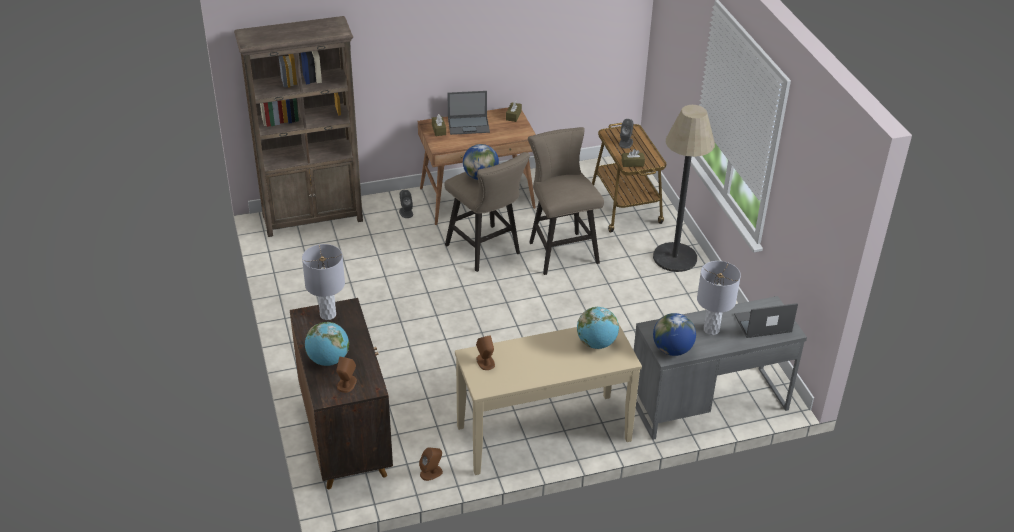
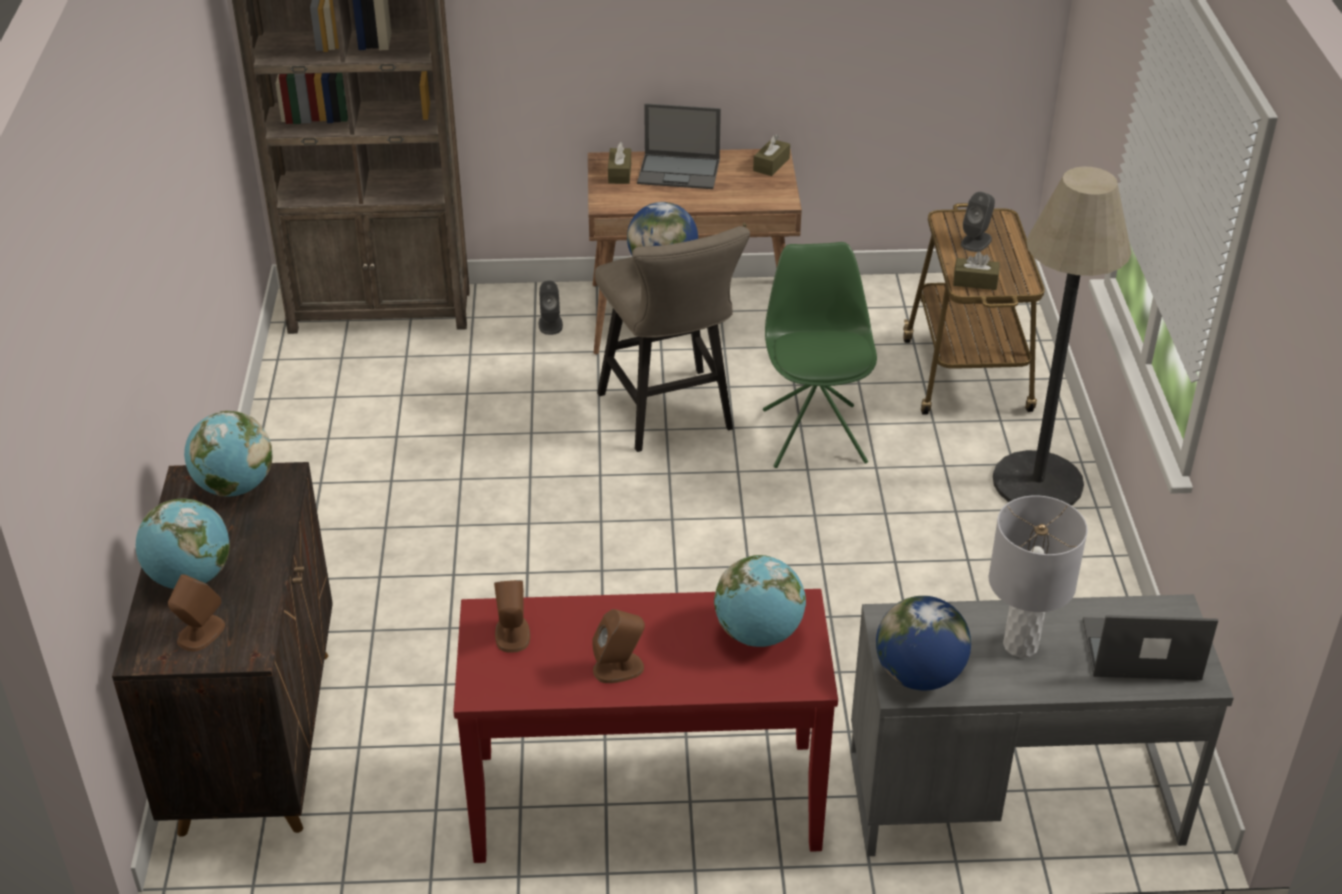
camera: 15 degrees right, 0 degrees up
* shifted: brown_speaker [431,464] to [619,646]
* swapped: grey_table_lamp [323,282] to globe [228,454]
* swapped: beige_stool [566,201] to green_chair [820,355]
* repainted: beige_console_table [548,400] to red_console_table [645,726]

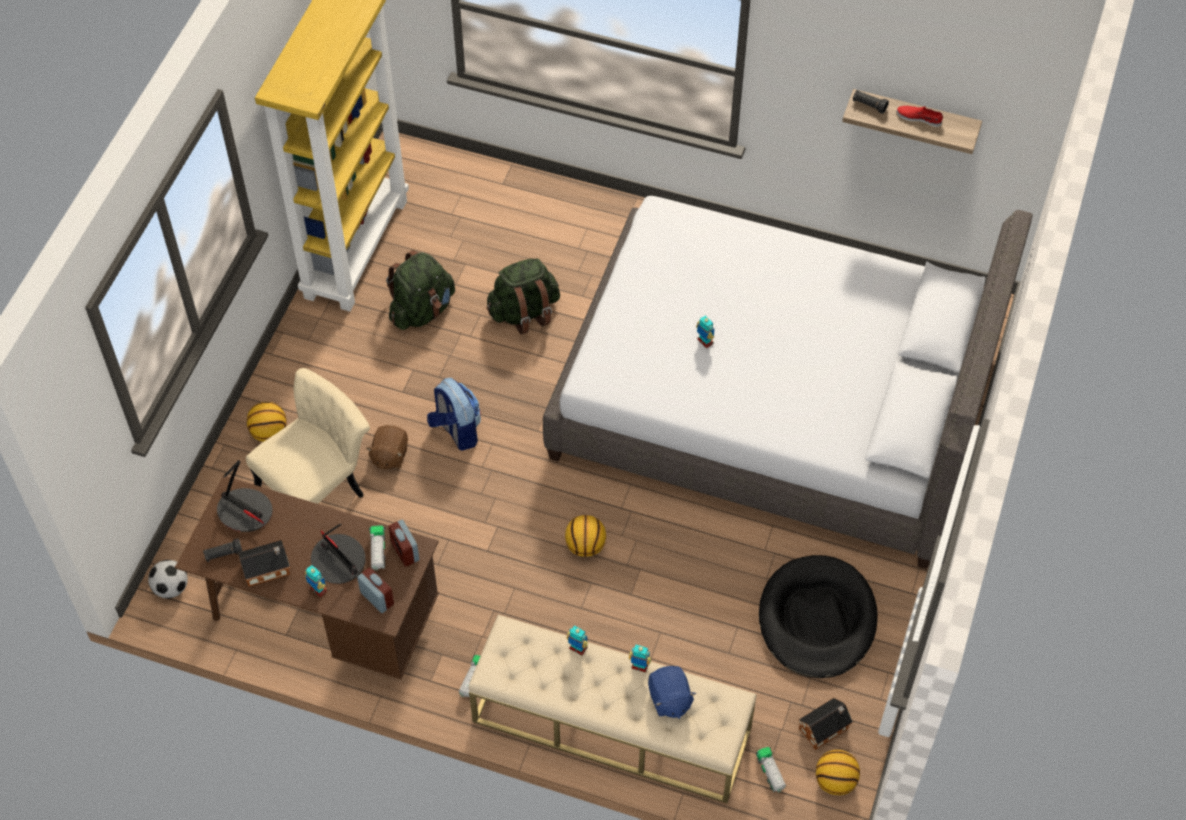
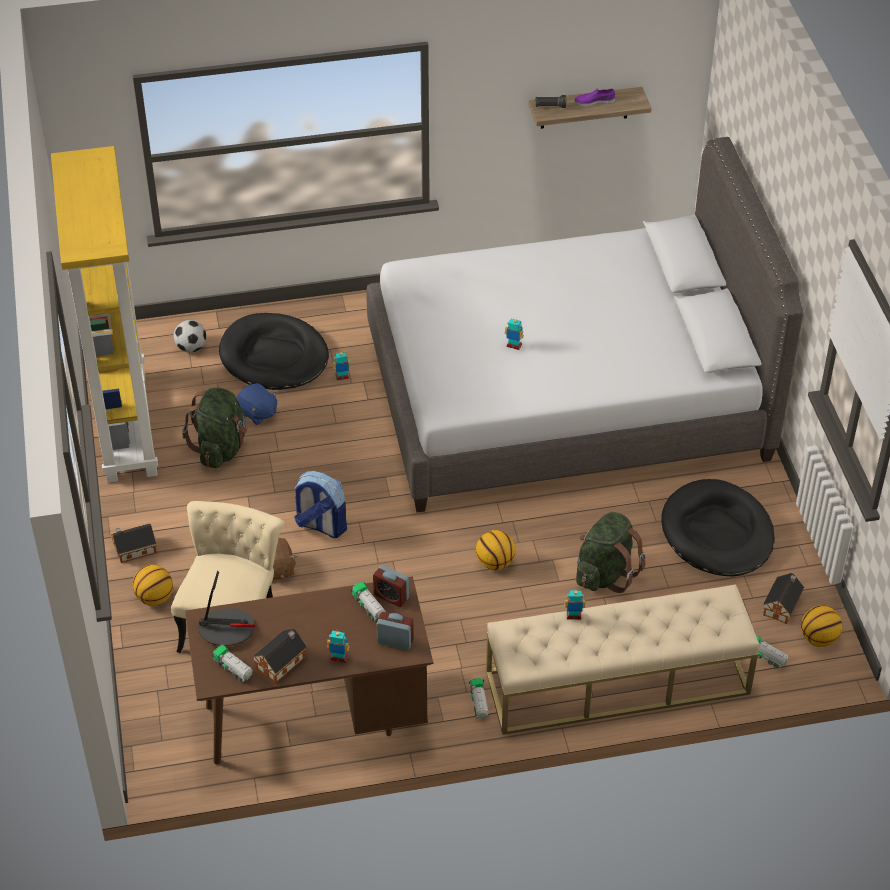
camera: 30 degrees left, 10 degrees down
* gone: table_lamp [338,554]
* new: toy_house [134,543]
* new: black_dog_bed [274,351]
* shifted: football [168,579] to [189,336]
* shifted: green_backpack [523,296] to [611,552]
* shifted: toy_robot [640,659] to [342,365]
* shifted: blue_plush_toy [672,692] to [257,404]
* swapped: black_flashlight [222,550] to toy_truck [233,663]
* repainted: red_shoe [919,116] to purple_shoe [594,97]

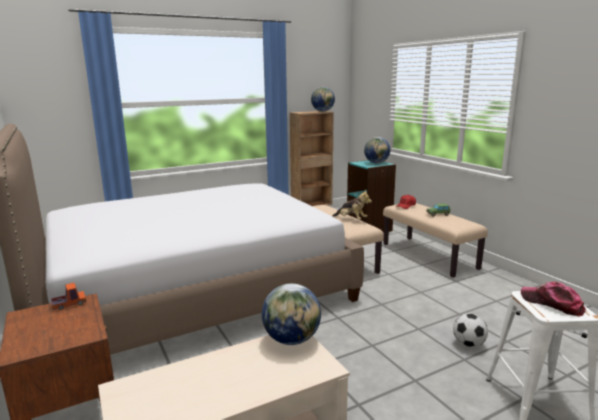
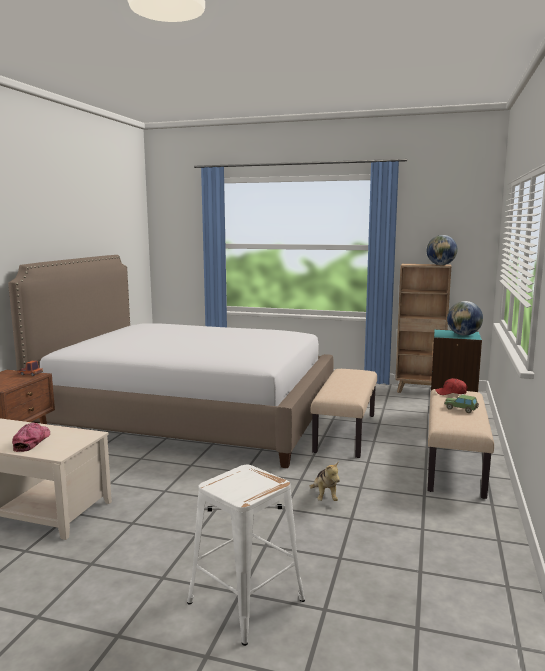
camera: 45 degrees right, 5 degrees down
* gone: globe [291,314]
* gone: football [470,330]
* shifted: plush_toy [352,204] to [324,481]
* shifted: cap [553,299] to [31,437]

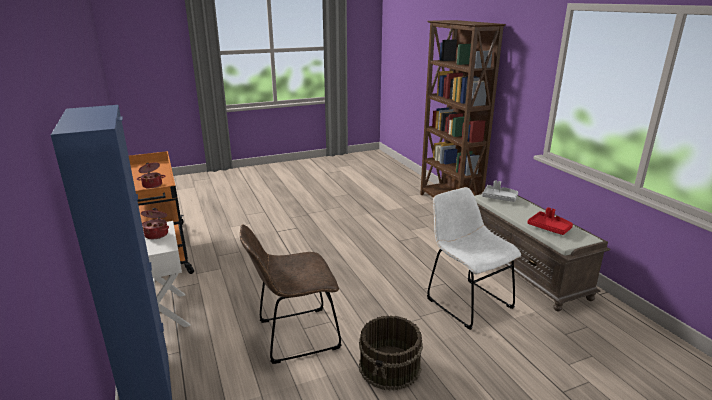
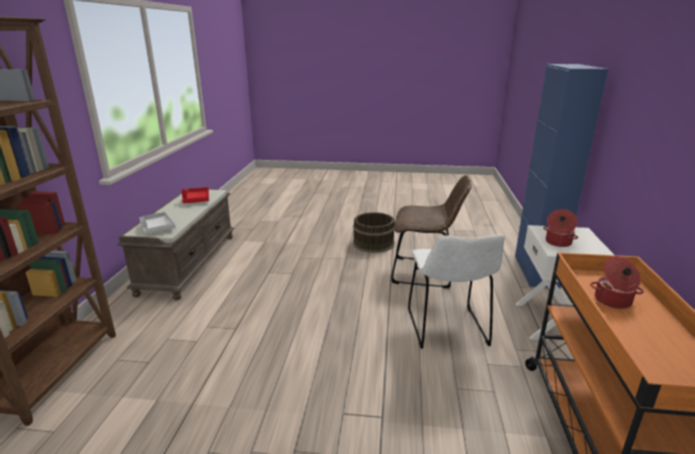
camera: 150 degrees left, 0 degrees up
* shifted: white_chair [474,258] to [456,291]

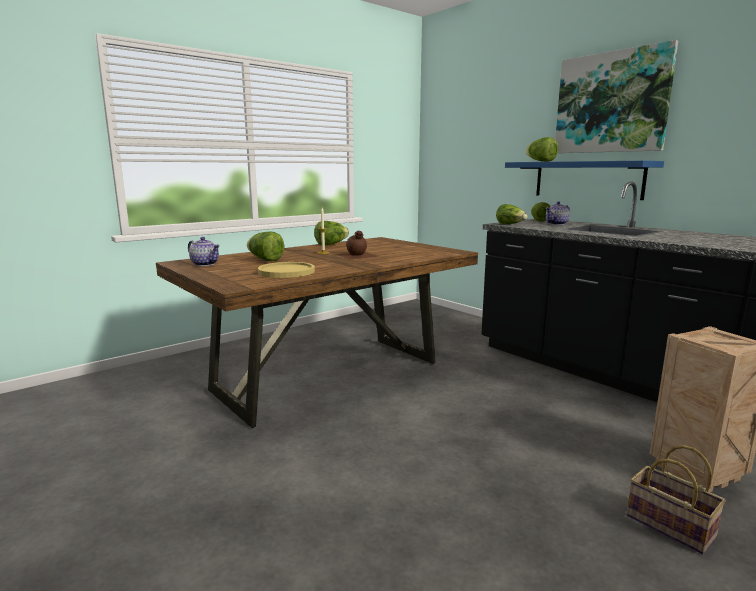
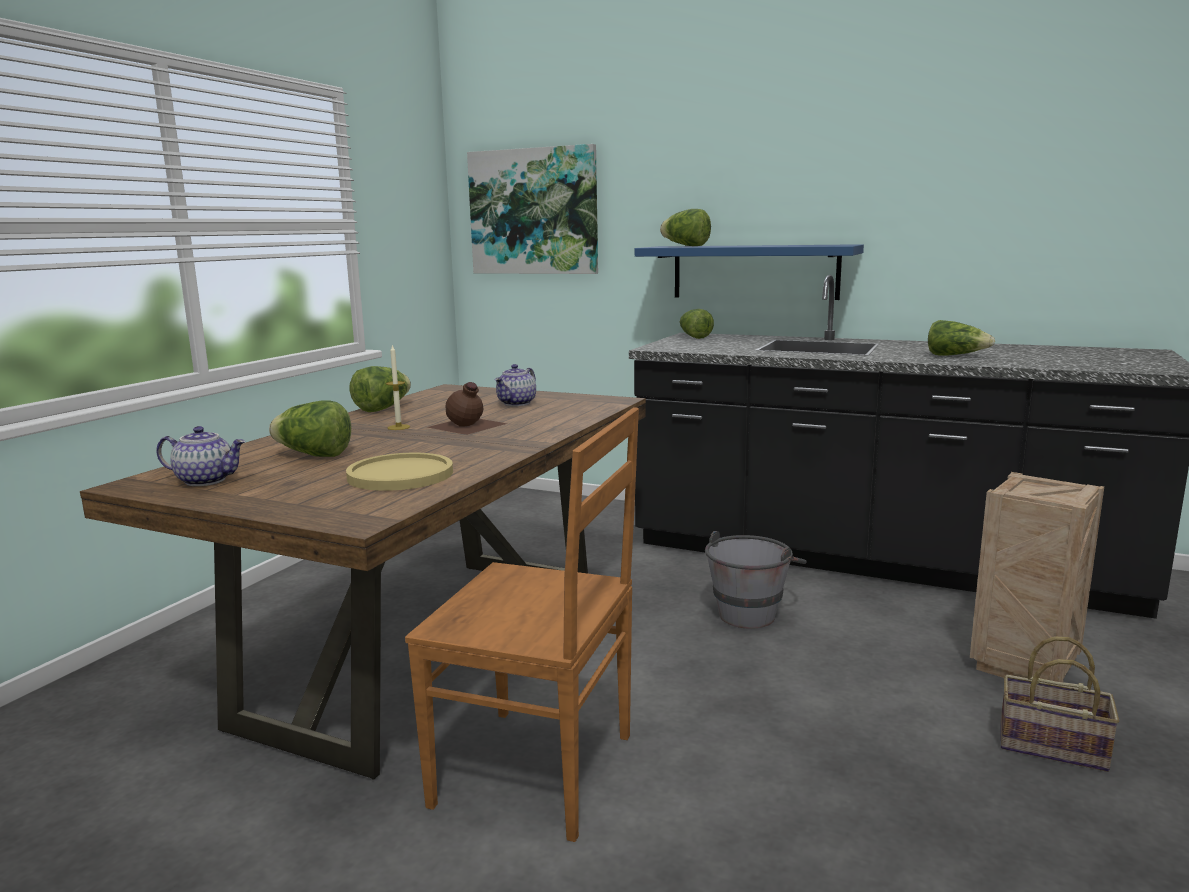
camera: 25 degrees left, 0 degrees up
* new: brown_chair [522,624]
* new: grey_bucket [756,580]
* shifted: lettuce [512,214] to [961,338]
* shifted: teapot [558,213] to [515,385]
* shifted: picture [616,96] to [532,209]

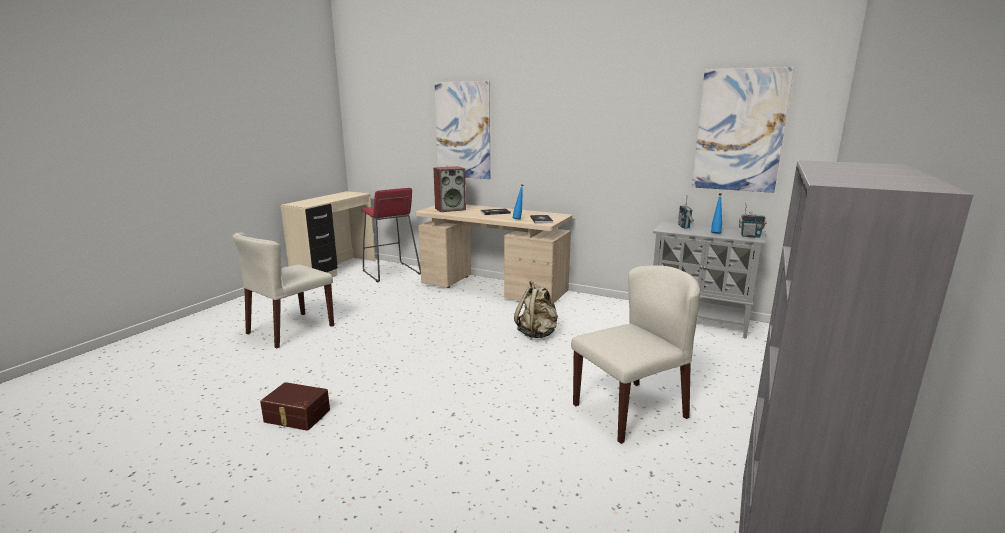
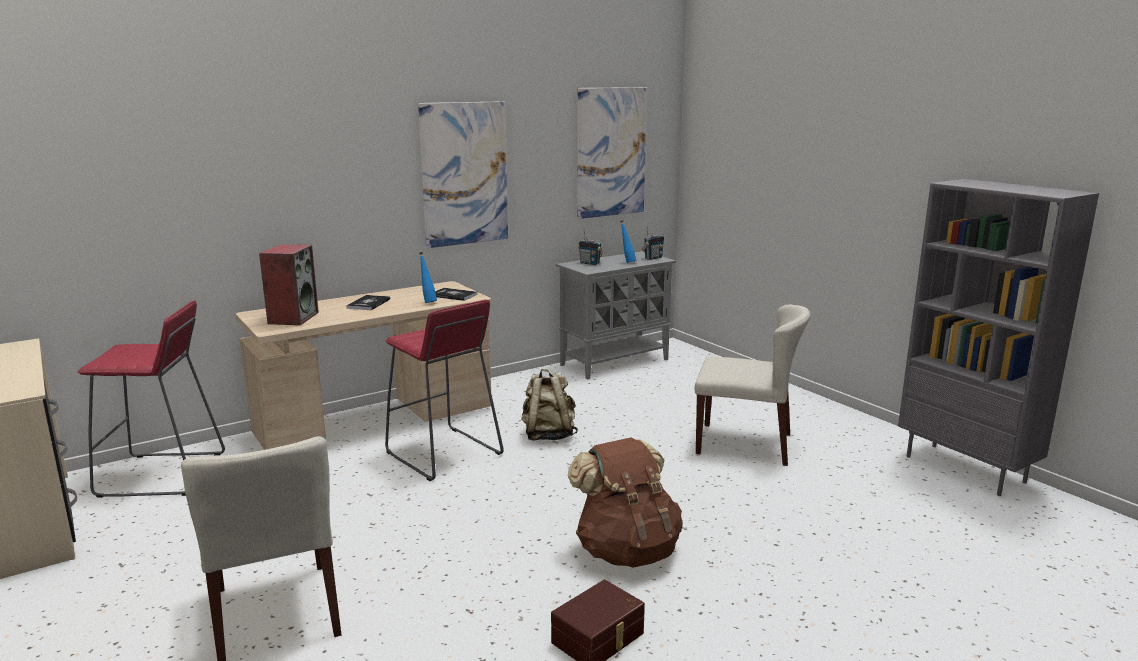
camera: 60 degrees left, 0 degrees up
* new: red_stool [444,390]
* new: brown_backpack [625,502]
* shifted: picture [462,130] to [463,174]
* rotated: beige_chair [635,354] = [752,385] 105 degrees clockwise

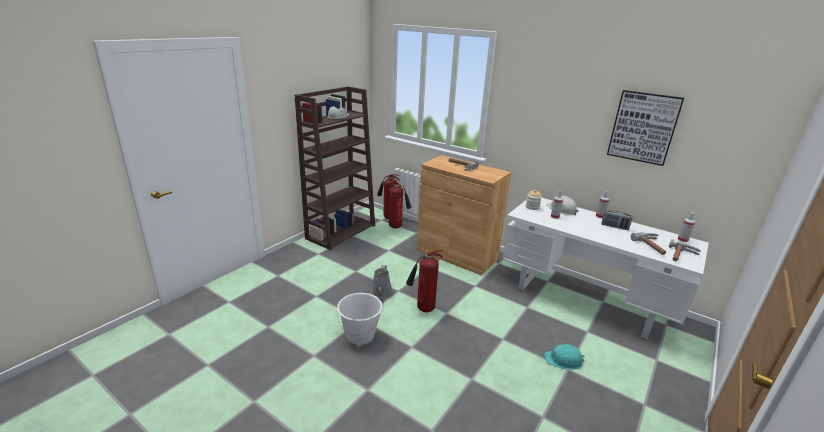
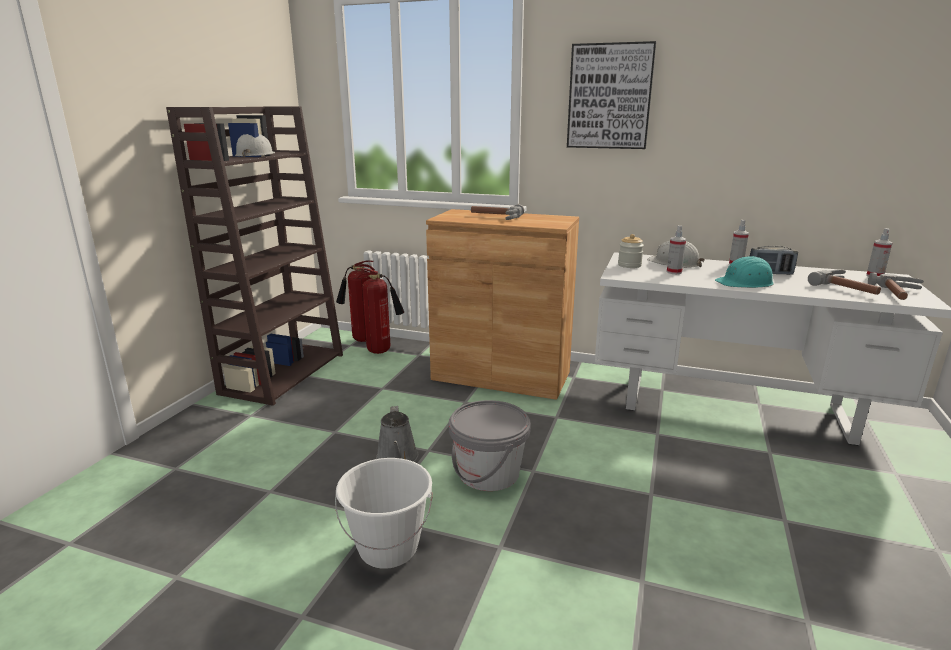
camera: 15 degrees left, 5 degrees down
* shifted: turquoise_hard_hat [564,357] to [744,272]
* shifted: picture [645,128] to [611,95]
* swapped: fire_extinguisher [424,281] to grey_bucket [490,445]

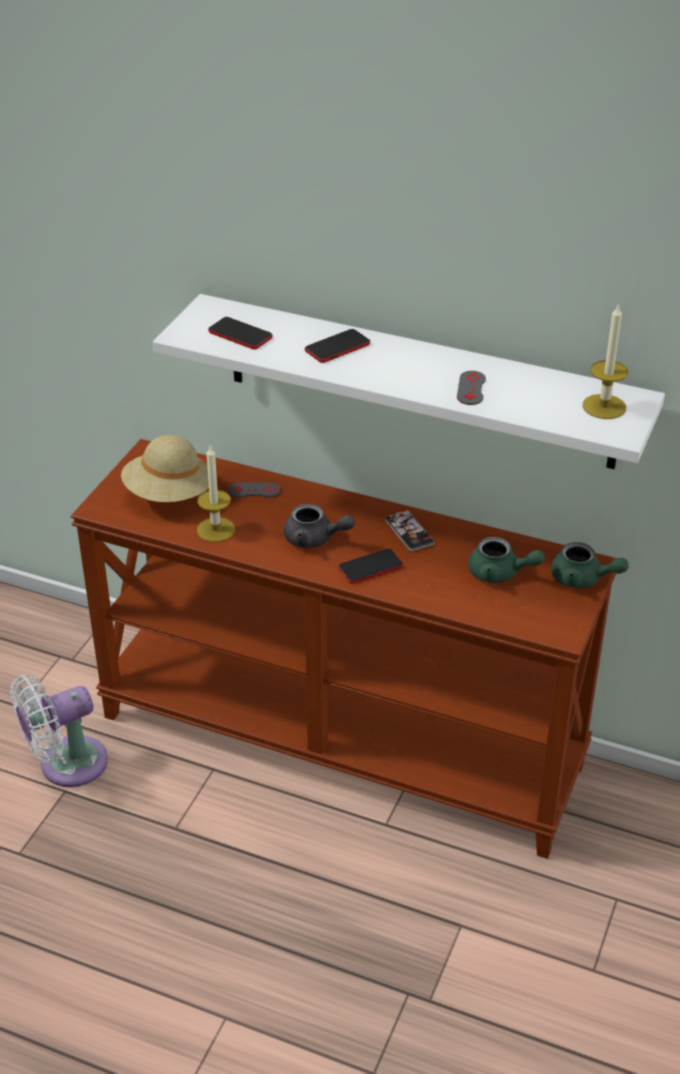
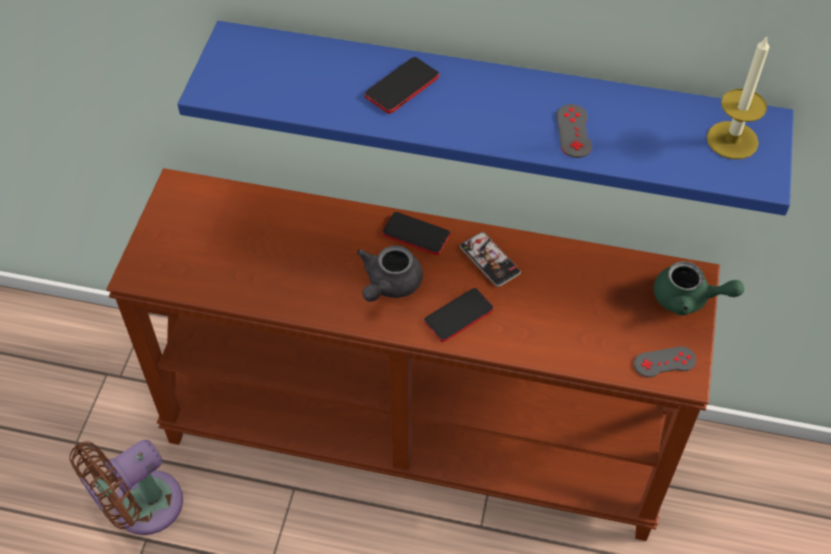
camera: 10 degrees left, 15 degrees up
* gone: beige_hat [165,468]
* gone: candle [216,493]
* gone: green_teapot [506,560]
* shifted: phone [240,333] to [416,233]
* shifted: grey_game_controller [254,490] to [665,362]
* repainted: white_fan [59,730] to brown_fan [126,487]
* repainted: white_shelf [409,381] to blue_shelf [485,118]
* rotated: grey_teapot [319,526] = [390,273] 105 degrees clockwise

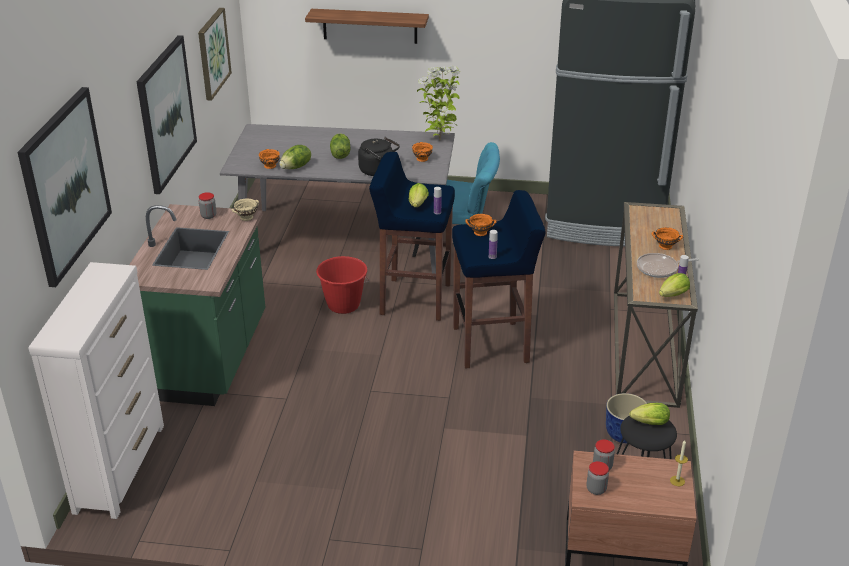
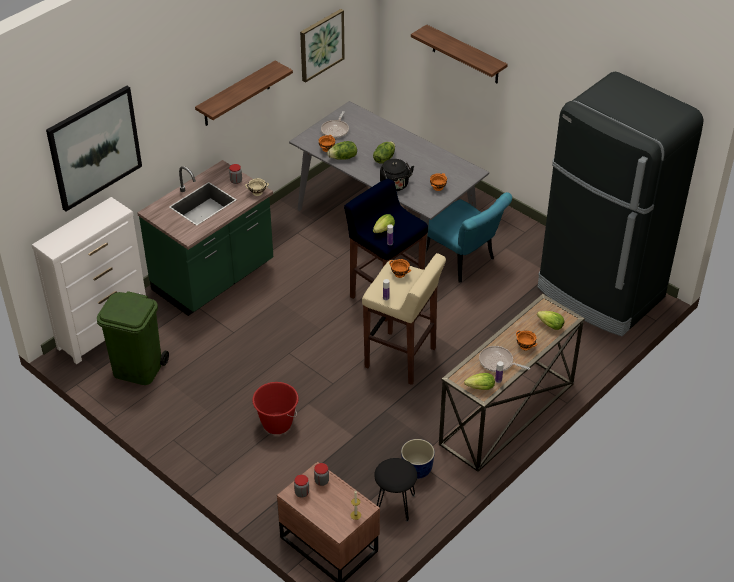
camera: 35 degrees right, 10 degrees up
* gone: potted_plant [438,103]
* new: green_trash_can [133,338]
* new: frying_pan [335,124]
* shifted: red_bucket [342,285] to [275,408]
* shifted: lettuce [649,414] to [550,320]
* swapped: picture [167,114] to shelf [244,93]
* repainted: blue_stool [499,279] to beige_stool [404,319]

